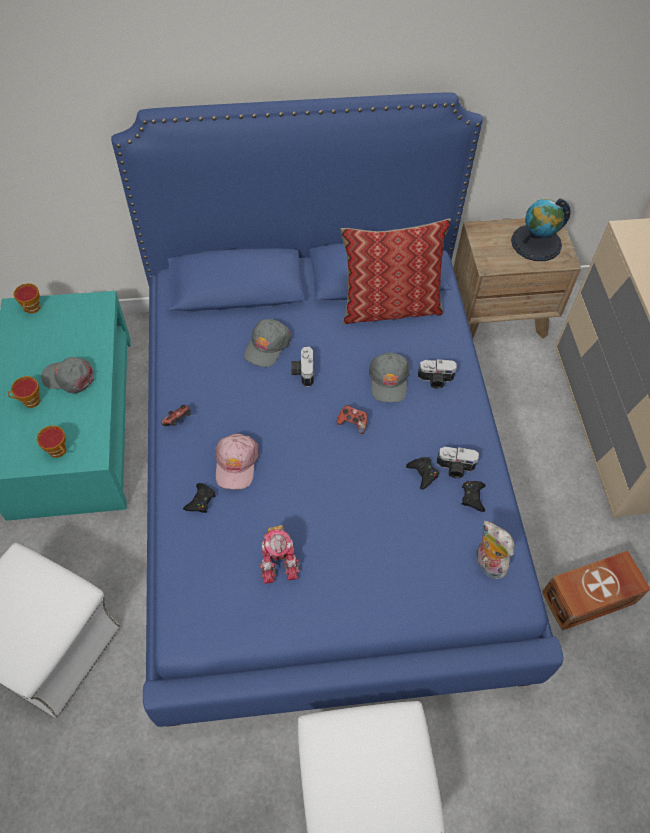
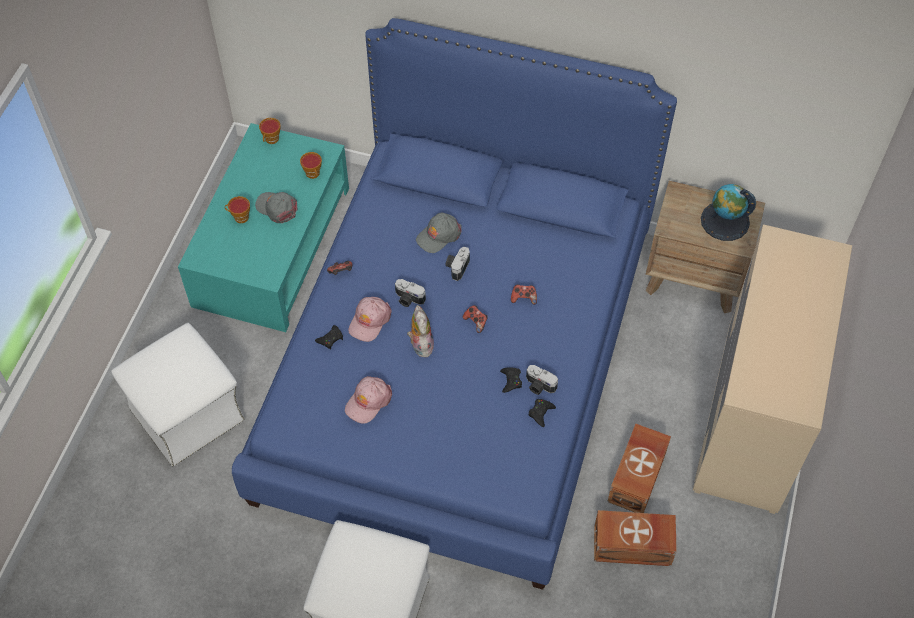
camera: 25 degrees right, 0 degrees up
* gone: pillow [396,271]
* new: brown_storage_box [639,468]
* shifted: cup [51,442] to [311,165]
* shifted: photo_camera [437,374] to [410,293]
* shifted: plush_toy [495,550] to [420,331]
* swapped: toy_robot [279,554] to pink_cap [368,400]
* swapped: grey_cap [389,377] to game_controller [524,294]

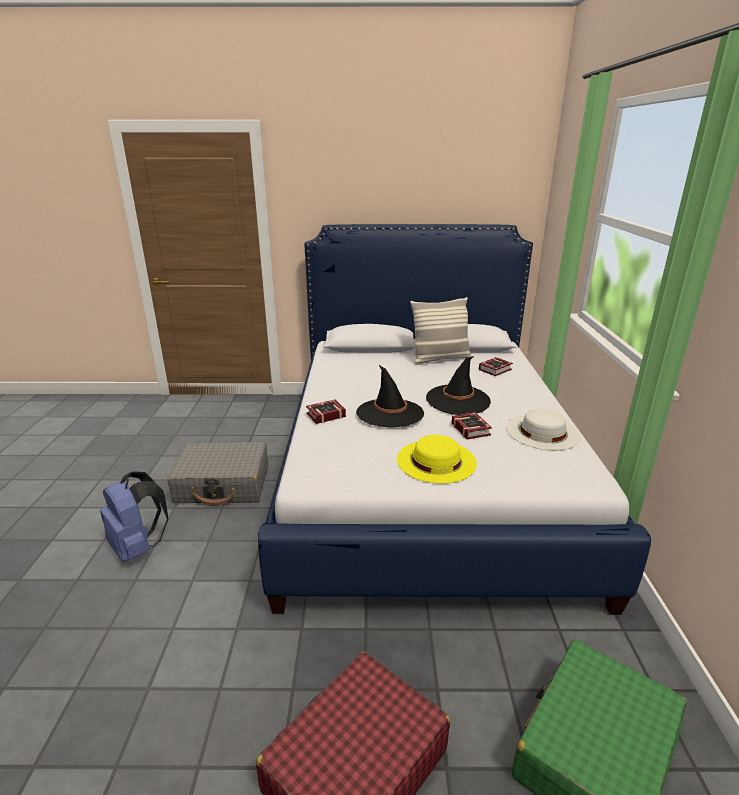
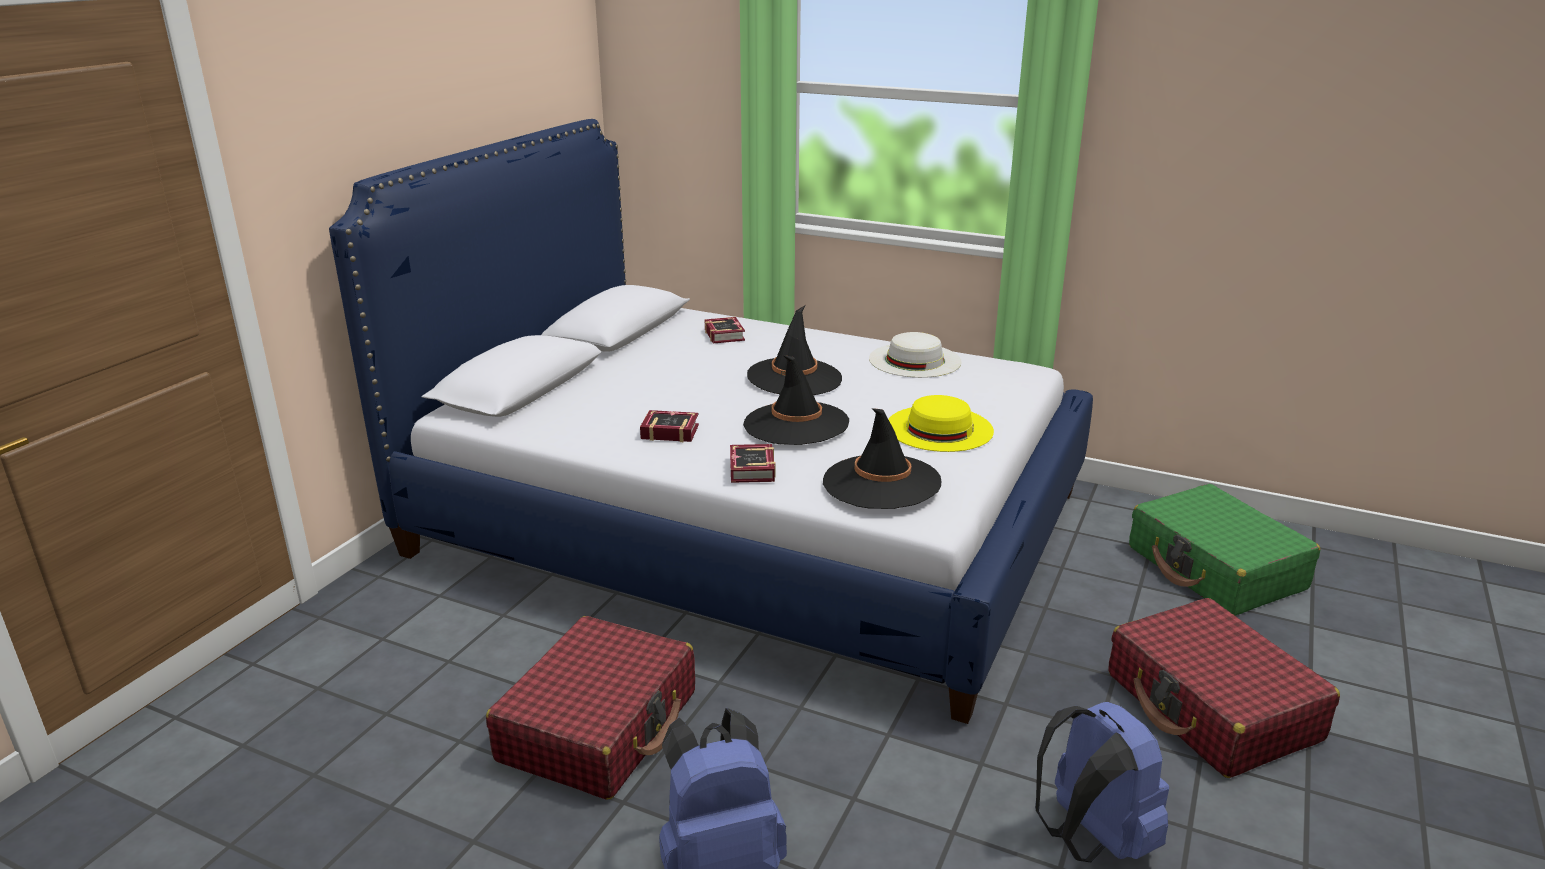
camera: 65 degrees left, 0 degrees up
* gone: pillow [441,331]
* new: black_hat [882,458]
* new: blue_backpack [1102,782]
* shifted: book [471,425] to [669,426]
* repainted: grey_suitcase [217,474] to red_suitcase [590,708]

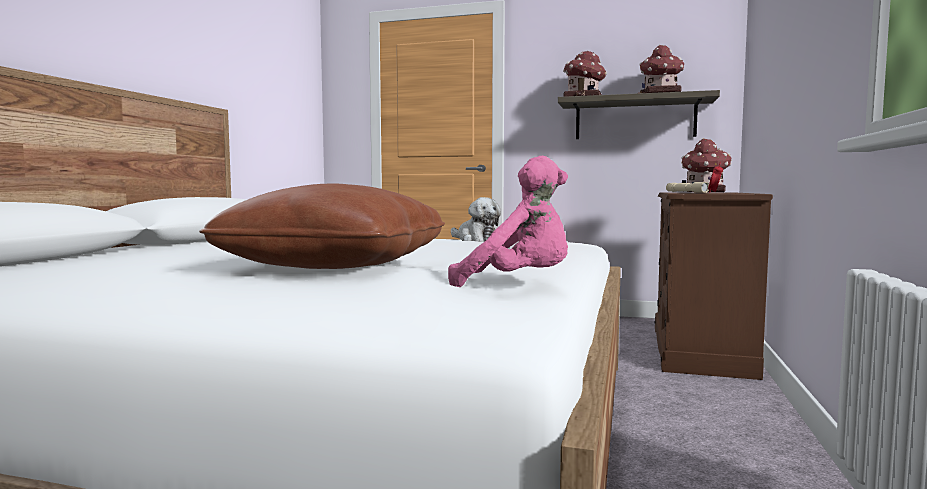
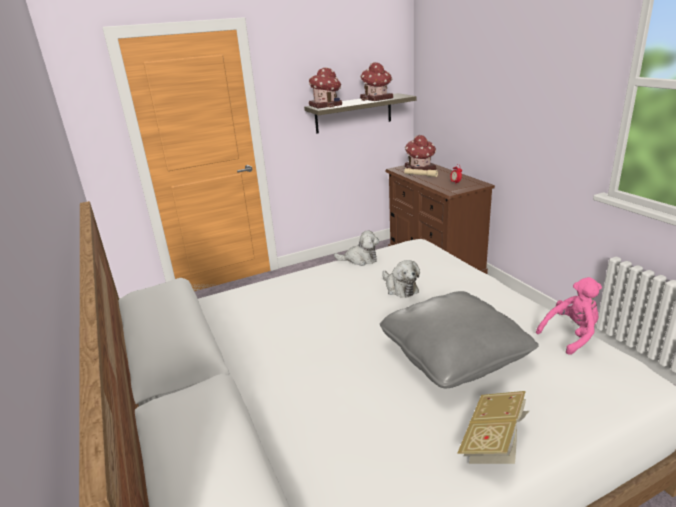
camera: 40 degrees left, 20 degrees up
* new: plush_toy [401,279]
* new: book [493,427]
* repainted: brown_pillow [322,226] to grey_pillow [459,339]

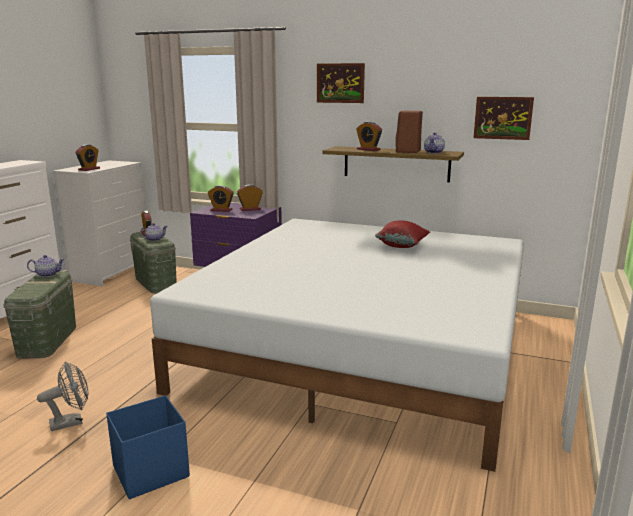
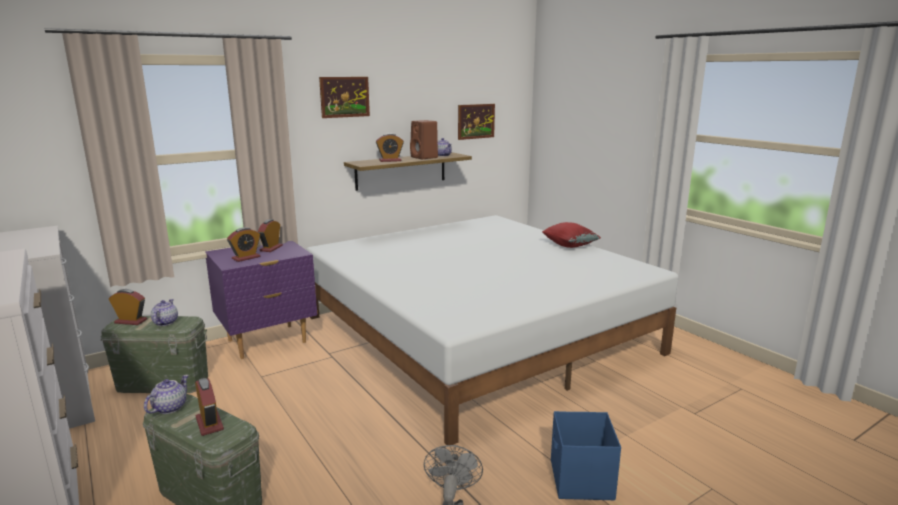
camera: 55 degrees left, 0 degrees up
* shifted: alarm_clock [87,157] to [209,407]
* shifted: red_pillow [402,234] to [571,235]

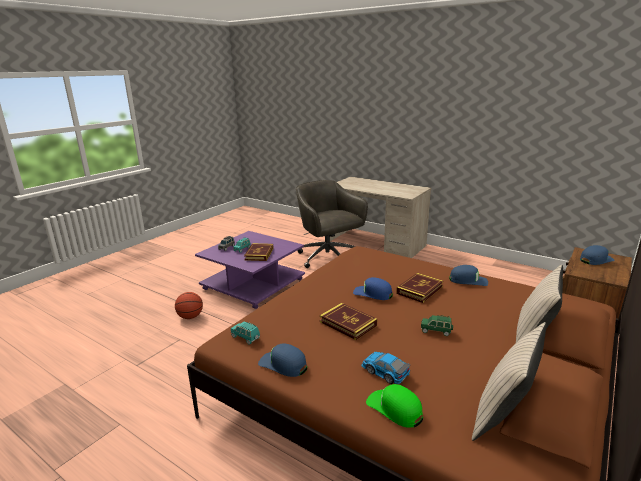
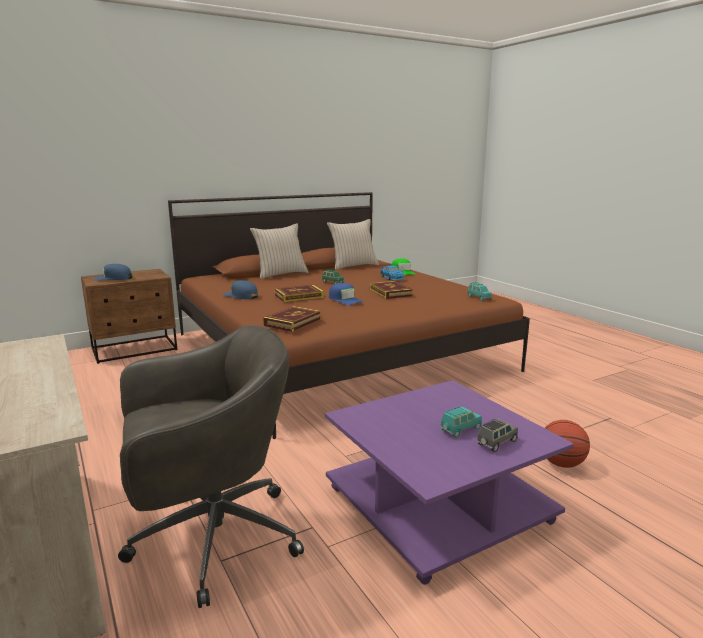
camera: 155 degrees left, 5 degrees down
* gone: blue_cap [282,360]
* shifted: book [259,252] to [292,319]
* rotated: grey_office_chair [332,224] = [211,466] 105 degrees counterclockwise

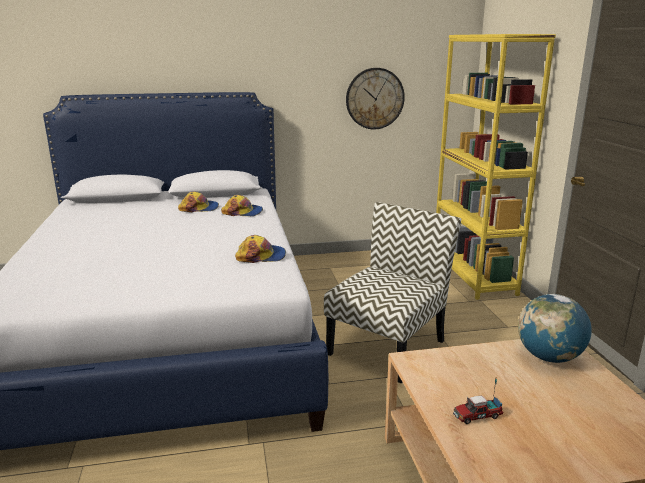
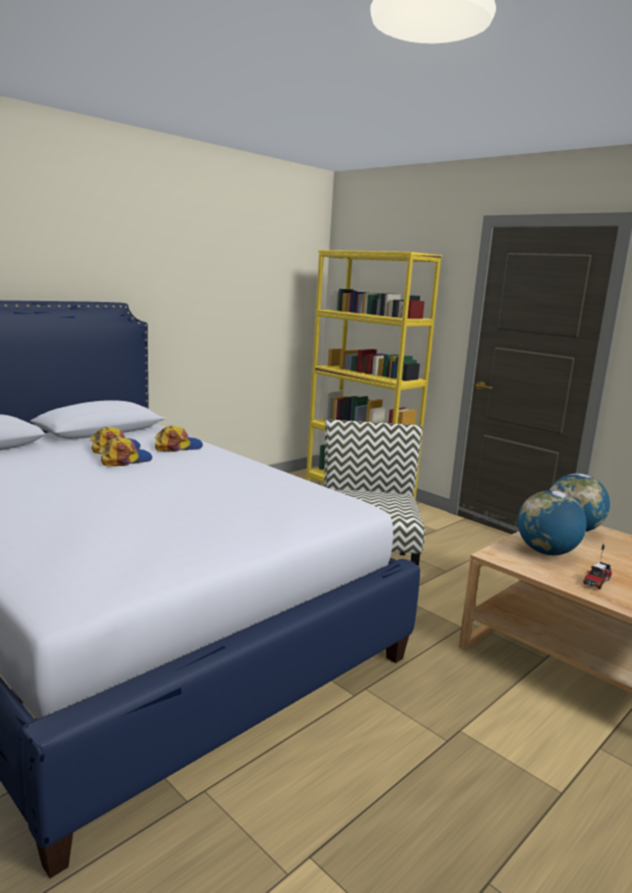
camera: 35 degrees left, 5 degrees down
* gone: wall_clock [375,98]
* new: globe [552,522]
* shifted: cap [260,249] to [125,451]

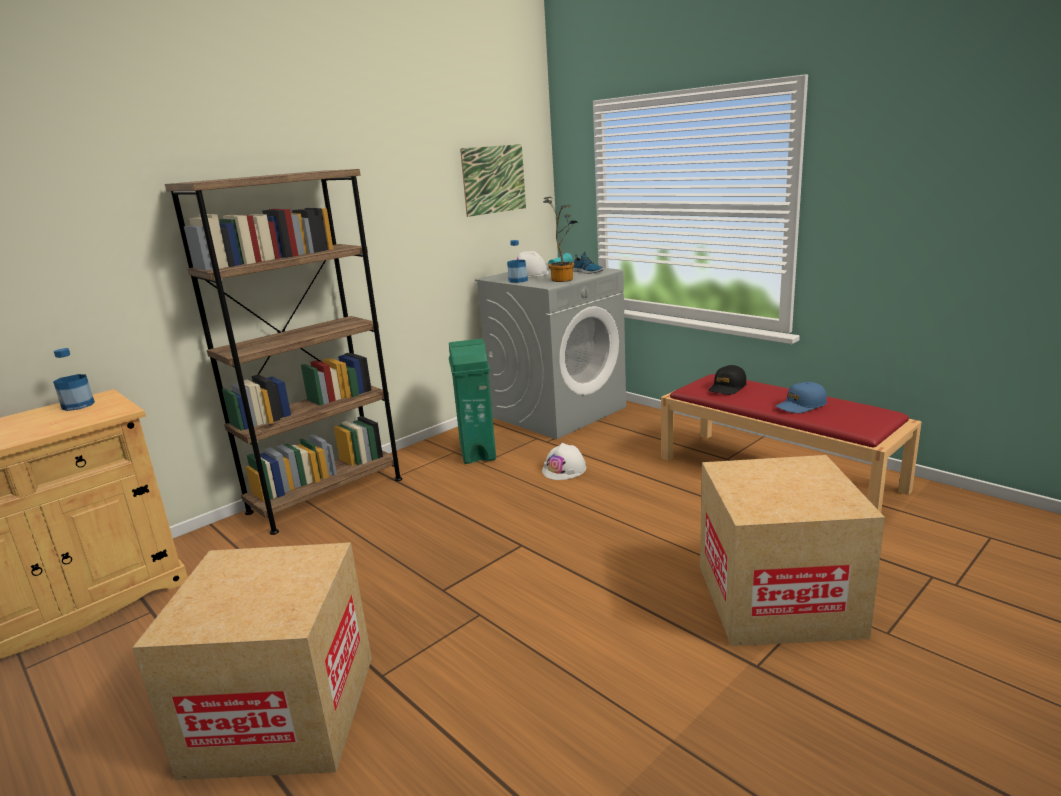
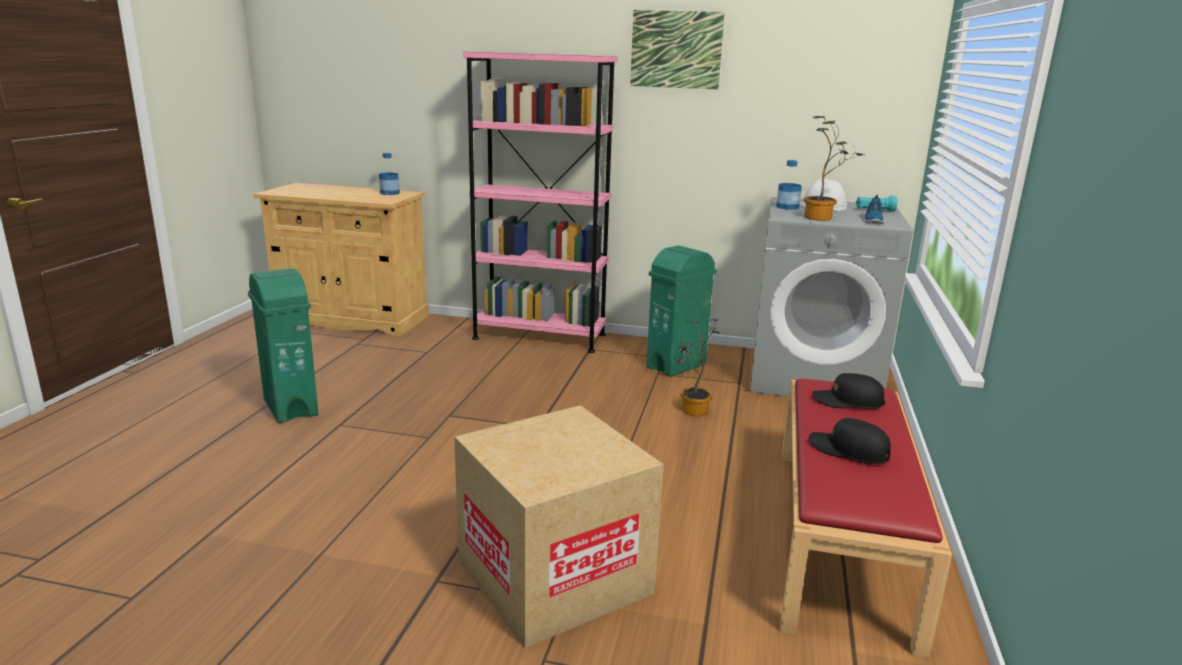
camera: 55 degrees right, 0 degrees up
* shifted: picture [493,180] to [677,50]
* swapped: cardboard_box [252,661] to green_trash_can [283,345]
* swapped: white_hard_hat [564,461] to potted_plant [696,367]
* repainted: brown_bookcase [283,352] to pink_bookcase [540,202]
* repainted: blue_cap [801,397] to black_cap [850,441]

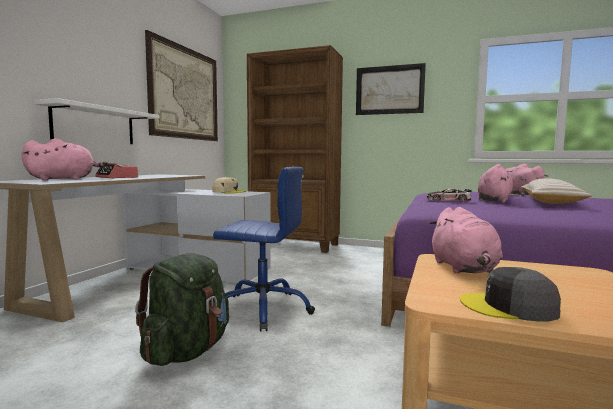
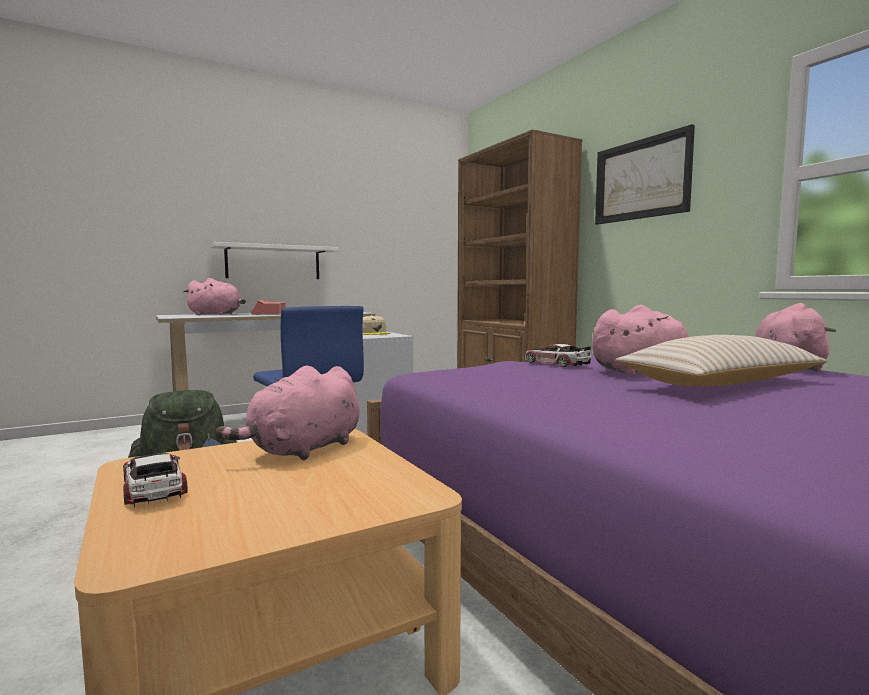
camera: 40 degrees right, 0 degrees up
* gone: picture [181,85]
* swapped: grey_cap [510,294] to toy_car [155,480]

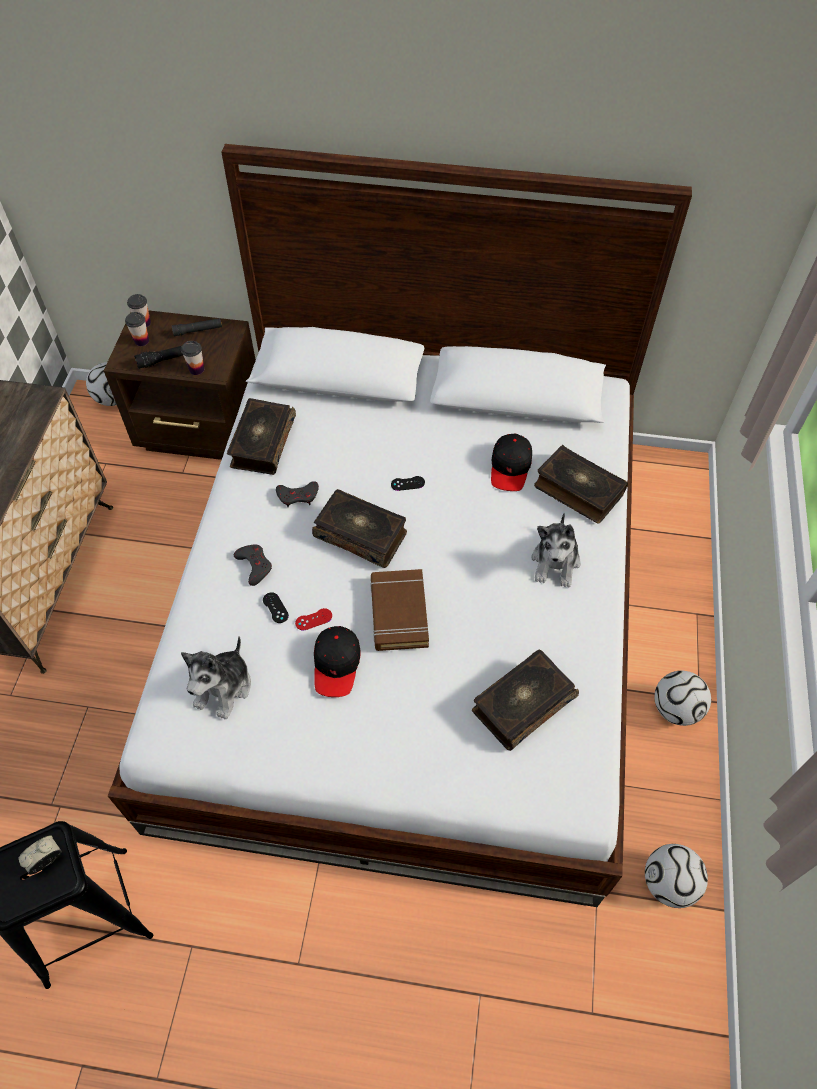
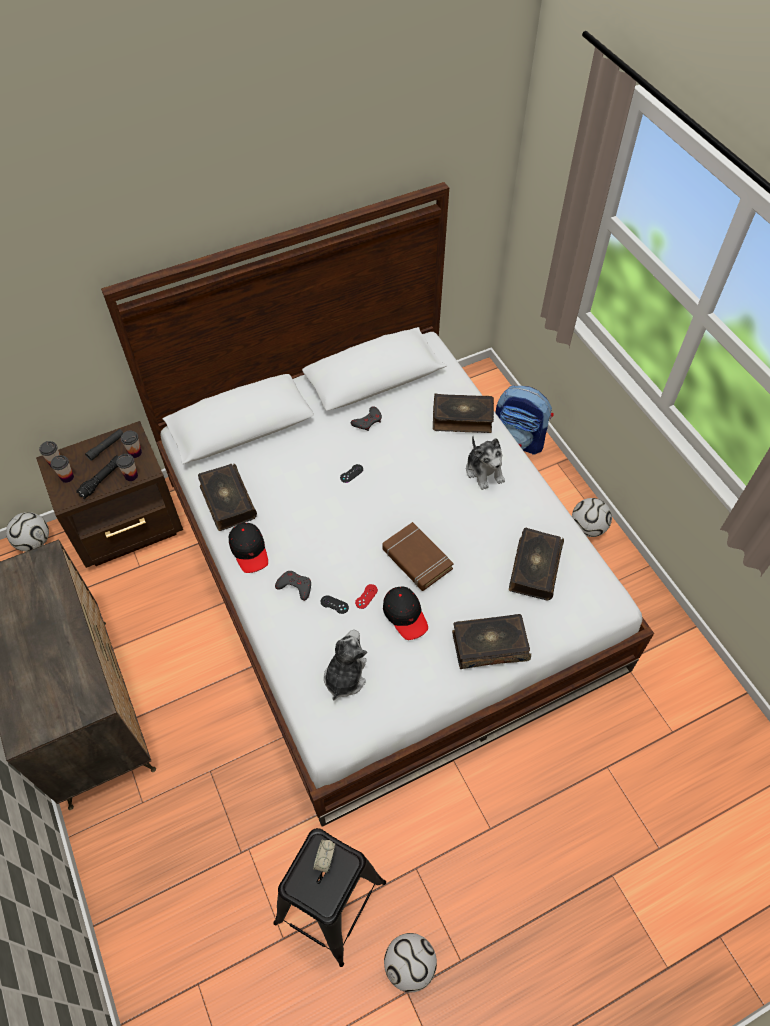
camera: 35 degrees left, 0 degrees up
* new: cup [131,444]
* new: backpack [524,420]
* shifted: grey_game_controller [297,494] to [366,418]
* shifted: book [359,528] to [491,641]
* shifted: black_cap [511,462] to [248,548]
* shifted: football [676,876] to [410,963]
* rotated: plush_toy [216,677] = [345,665] 150 degrees counterclockwise

